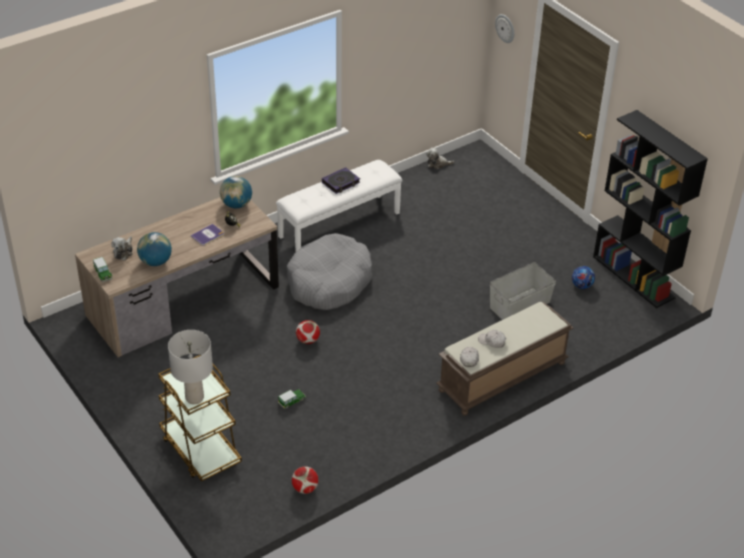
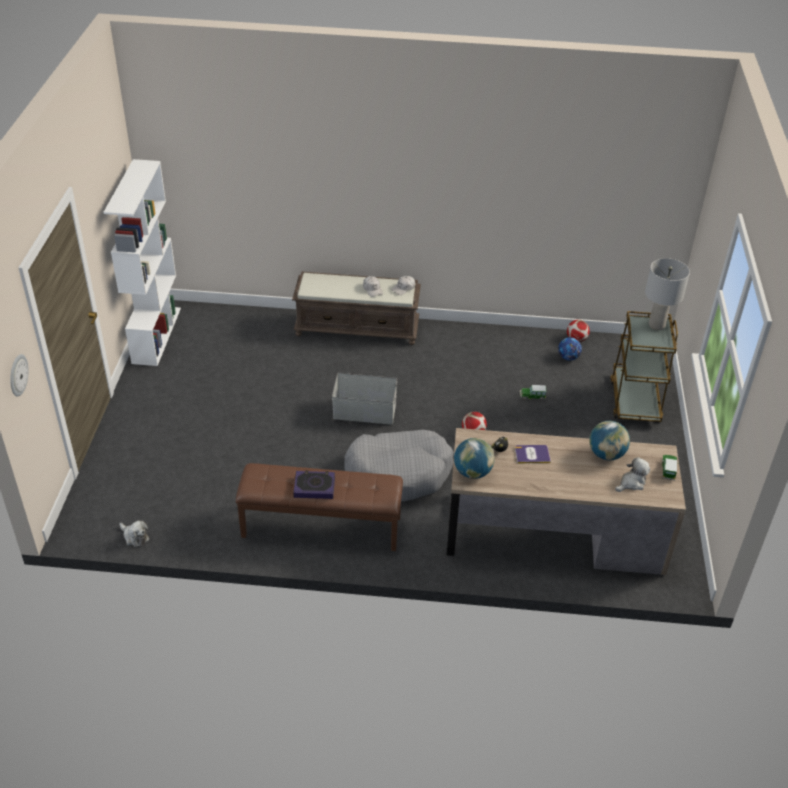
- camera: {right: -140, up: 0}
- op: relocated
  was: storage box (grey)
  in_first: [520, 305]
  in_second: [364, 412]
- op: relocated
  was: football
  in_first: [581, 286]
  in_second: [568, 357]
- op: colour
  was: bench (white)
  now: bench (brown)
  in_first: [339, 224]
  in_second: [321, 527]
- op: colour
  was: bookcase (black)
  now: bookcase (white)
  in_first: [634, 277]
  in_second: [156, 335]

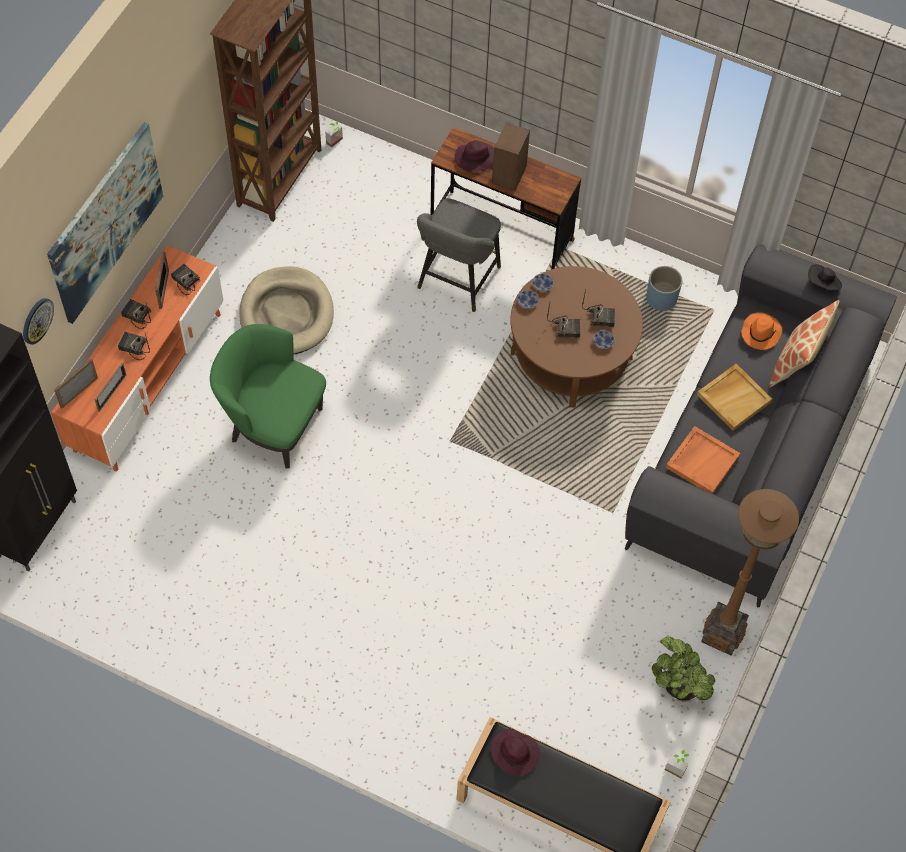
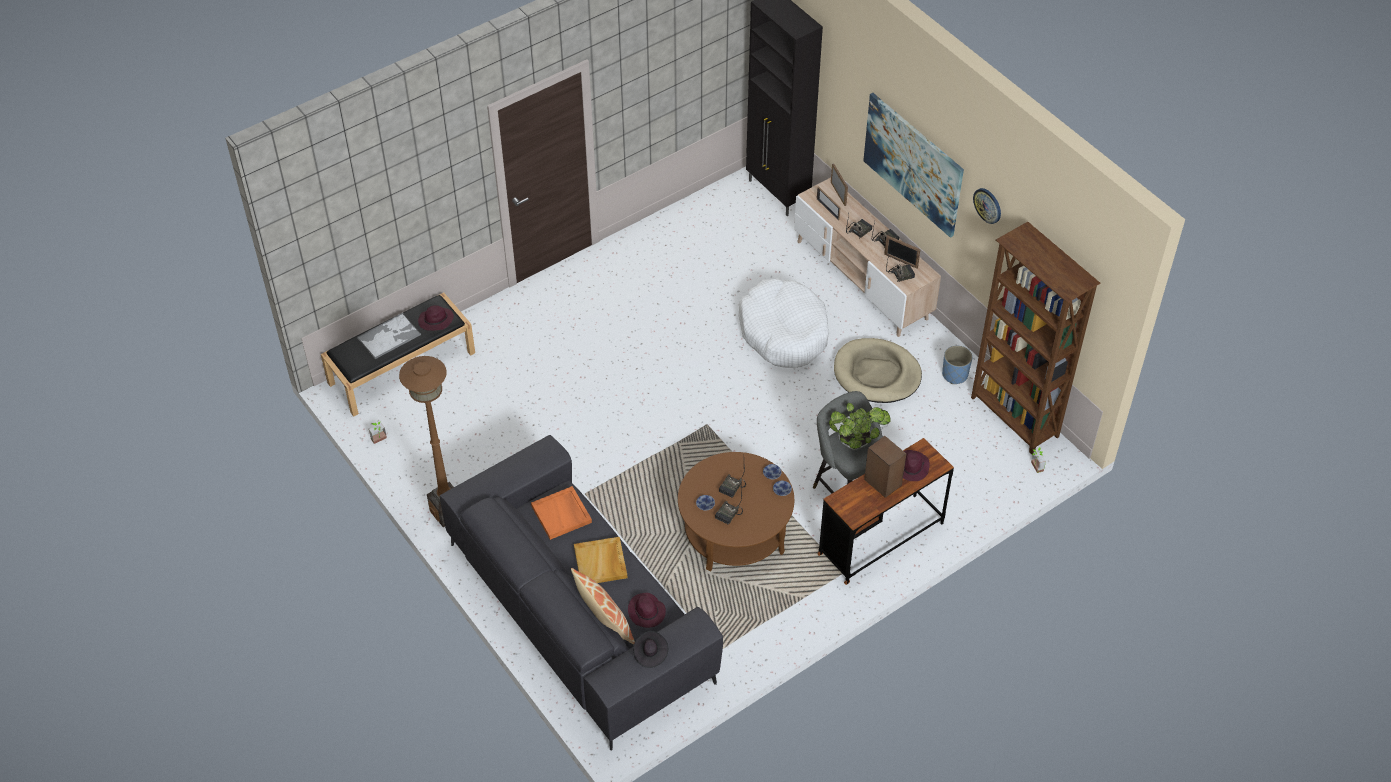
- camera: {right: 120, up: -10}
- op: appeared
  now: tray
  in_second: [389, 336]
- op: relocated
  was: wall clock
  in_first: [37, 320]
  in_second: [987, 205]
- op: relocated
  was: planter (blue)
  in_first: [661, 298]
  in_second: [955, 375]
- op: relocated
  was: potted plant
  in_first: [679, 685]
  in_second: [856, 442]
- op: exchanged
  was: armchair (green)
  now: dog bed (white)
  in_first: [272, 425]
  in_second: [783, 332]
- op: colour
  was: tv stand (orange)
  now: tv stand (beige)
  in_first: [148, 381]
  in_second: [862, 279]
- op: colour
  was: hat (orange)
  now: hat (purple)
  in_first: [760, 332]
  in_second: [647, 612]

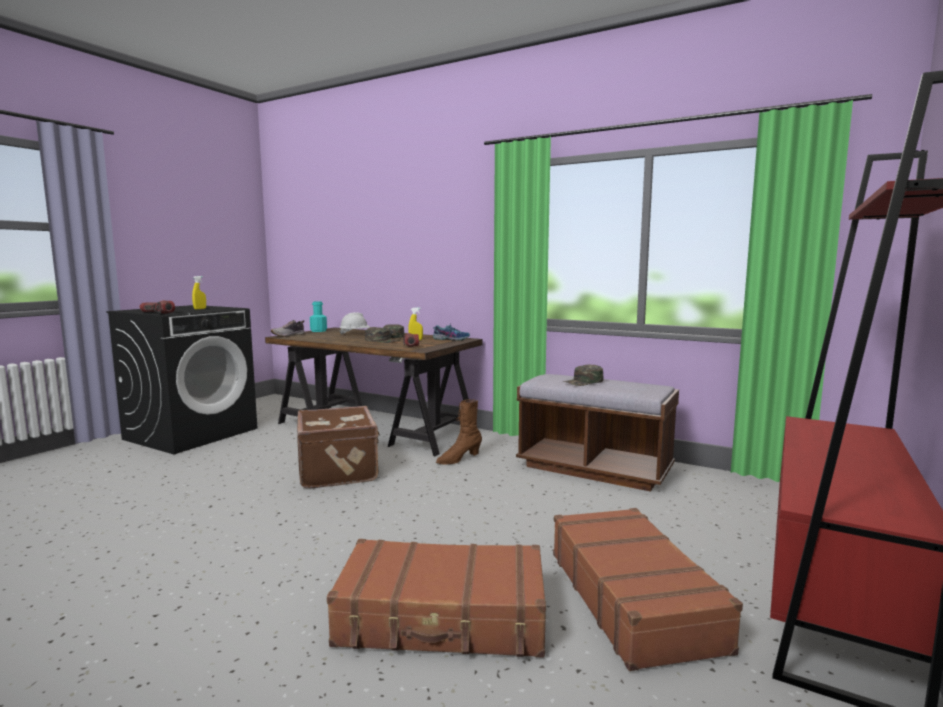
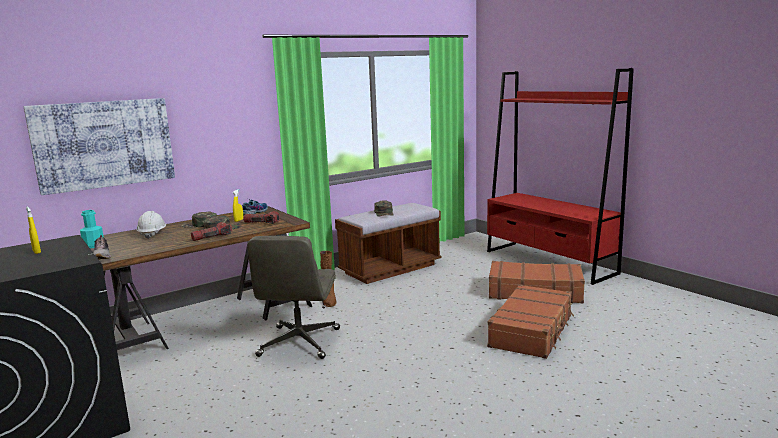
- camera: {right: -65, up: 5}
- op: appeared
  now: picture
  in_second: [104, 144]
- op: relocated
  was: flashlight
  in_first: [156, 313]
  in_second: [212, 237]
- op: exchanged
  was: suitcase (brown)
  now: office chair (grey)
  in_first: [339, 470]
  in_second: [299, 343]

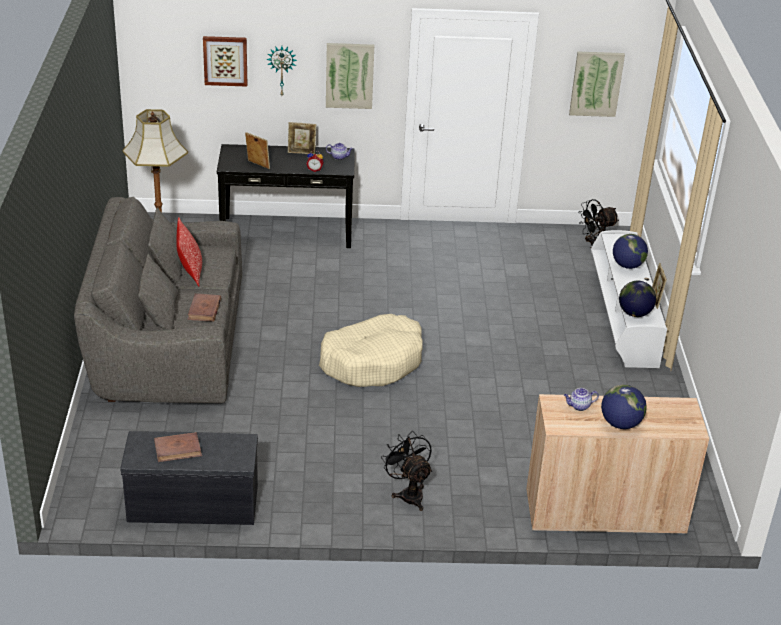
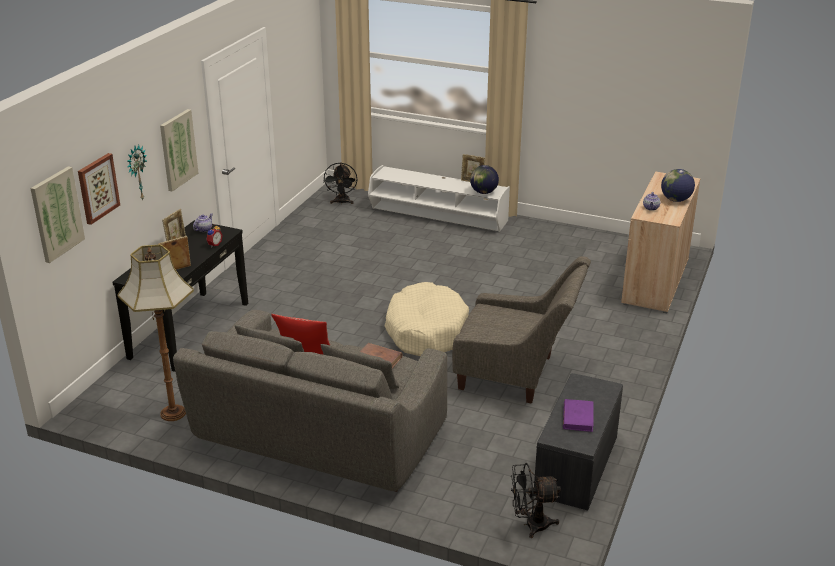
- camera: {right: -65, up: -5}
- op: missing
  was: globe
  in_first: [627, 265]
- op: appeared
  now: armchair (grey)
  in_second: [517, 375]
- op: relocated
  was: fan (black)
  in_first: [408, 493]
  in_second: [530, 524]
- op: relocated
  was: picture
  in_first: [596, 83]
  in_second: [56, 214]
- op: colour
  was: book (brown)
  now: book (purple)
  in_first: [178, 449]
  in_second: [578, 417]

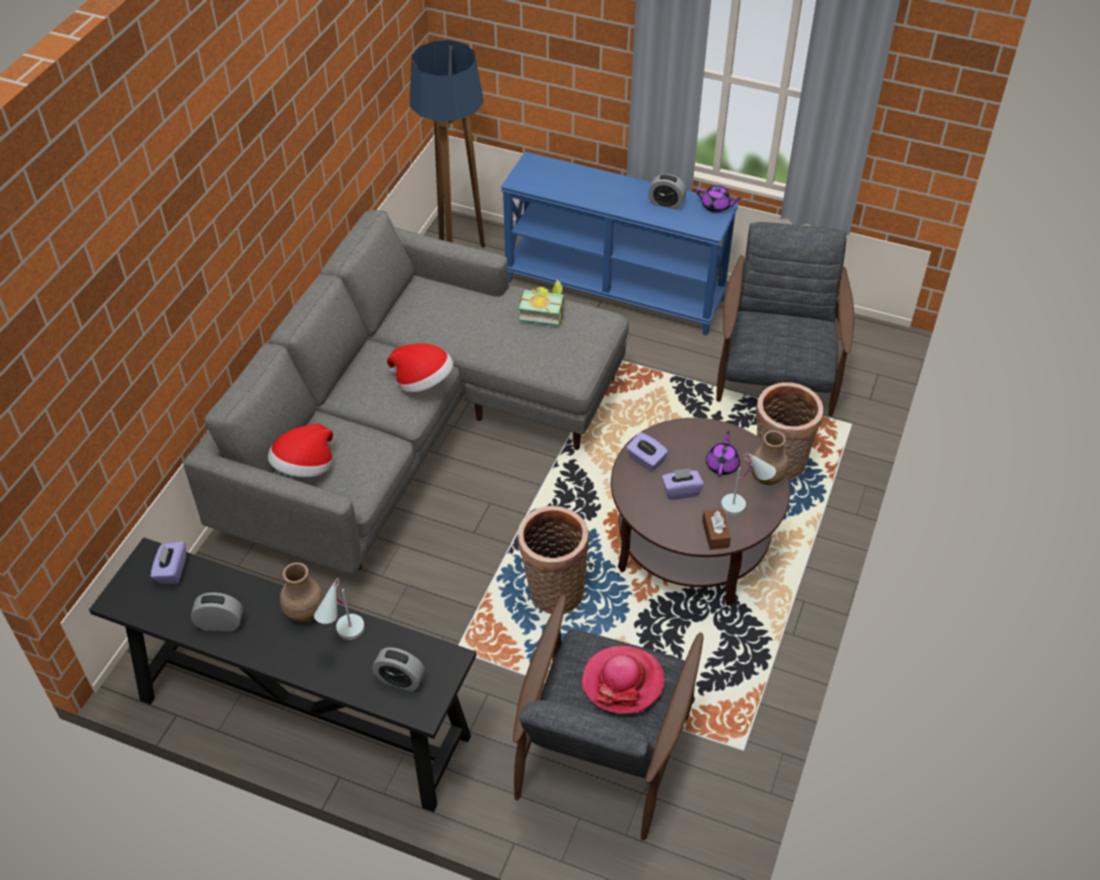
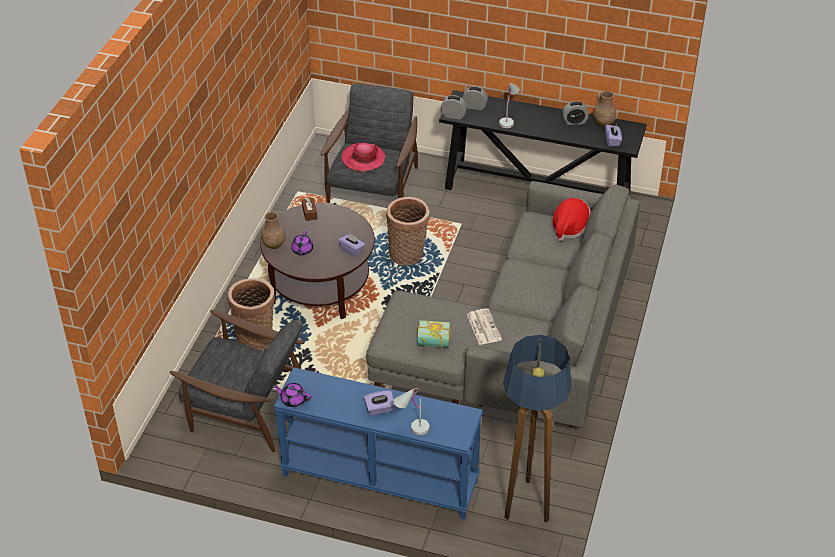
- camera: {right: 175, up: -5}
- op: missing
  was: hat
  in_first: [423, 382]
- op: appeared
  now: newspaper
  in_second: [483, 327]
- op: relocated
  was: vase (brown)
  in_first: [304, 611]
  in_second: [604, 123]
- op: relocated
  was: alarm clock
  in_first: [666, 203]
  in_second: [453, 115]
- op: relocated
  was: tissue box (purple)
  in_first: [681, 491]
  in_second: [379, 409]
- op: relocated
  was: table lamp (white)
  in_first: [744, 506]
  in_second: [411, 428]
- op: spun
  was: armchair (grey)
  in_first: [777, 373]
  in_second: [246, 409]
  clockwise: -75

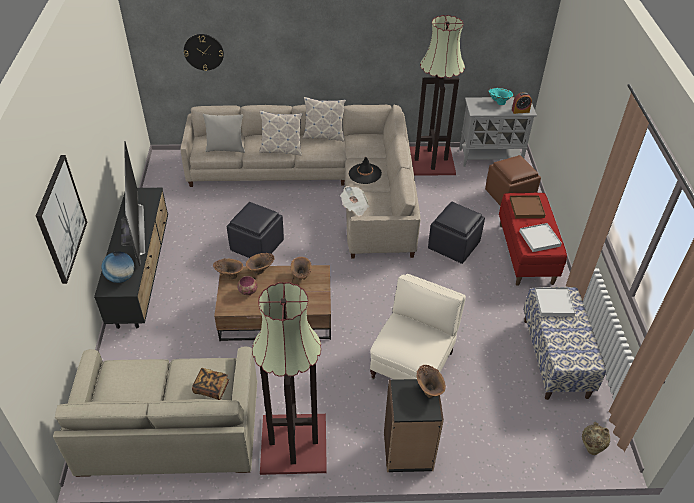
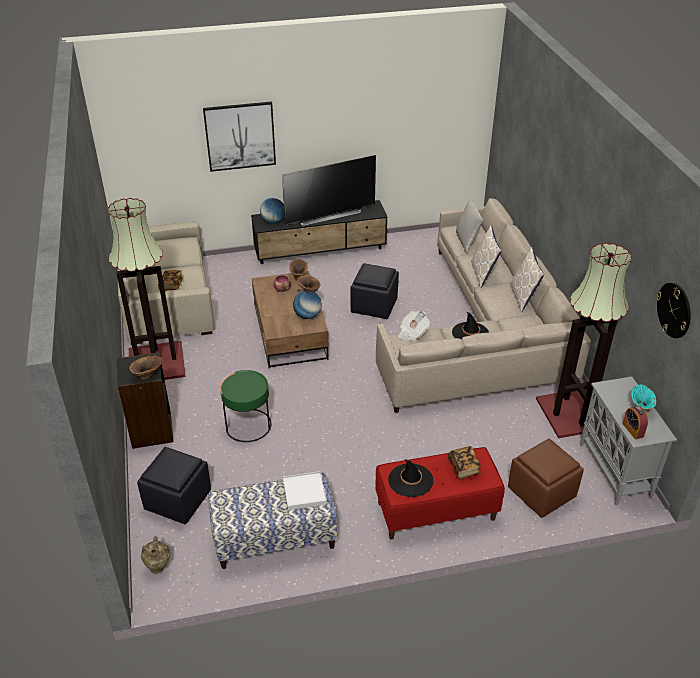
- camera: {right: 80, up: -5}
- op: relocated
  was: wall clock
  in_first: [203, 52]
  in_second: [674, 310]
- op: relocated
  was: ottoman (black)
  in_first: [454, 246]
  in_second: [177, 500]
- op: exchanged
  was: vase (brown)
  now: globe
  in_first: [301, 277]
  in_second: [307, 316]
- op: exchanged
  was: armchair (beige)
  now: side table (green)
  in_first: [413, 364]
  in_second: [248, 425]
- op: exchanged
  was: tray (brown)
  now: book
  in_first: [526, 208]
  in_second: [464, 468]
- op: exchanged
  was: tray (white)
  now: hat (black)
  in_first: [539, 239]
  in_second: [410, 480]

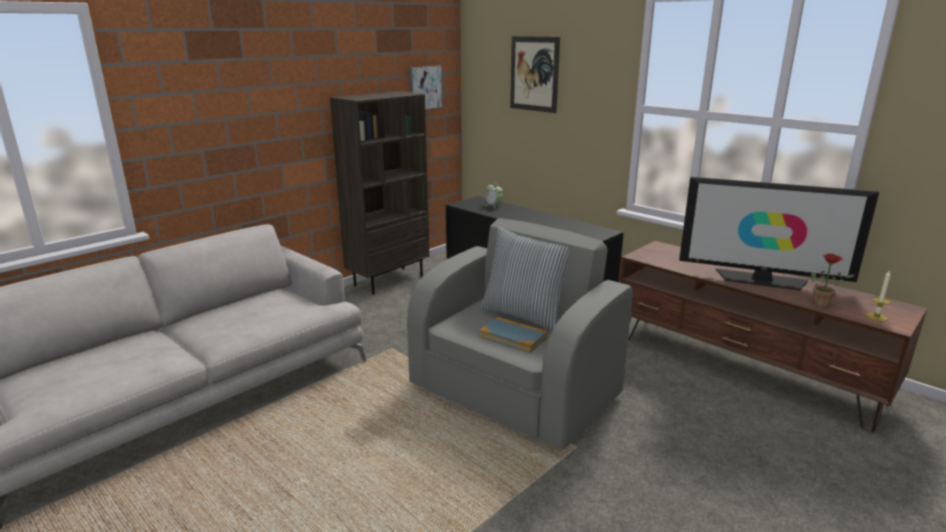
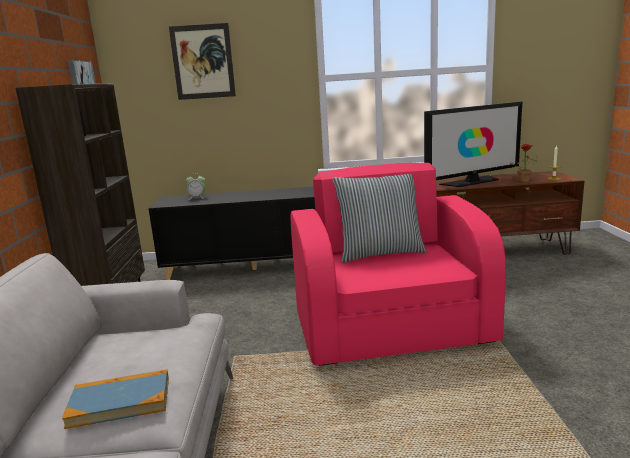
- camera: {right: -45, up: -5}
- op: relocated
  was: book
  in_first: [513, 337]
  in_second: [120, 402]
- op: colour
  was: armchair (grey)
  now: armchair (pink)
  in_first: [516, 391]
  in_second: [392, 329]

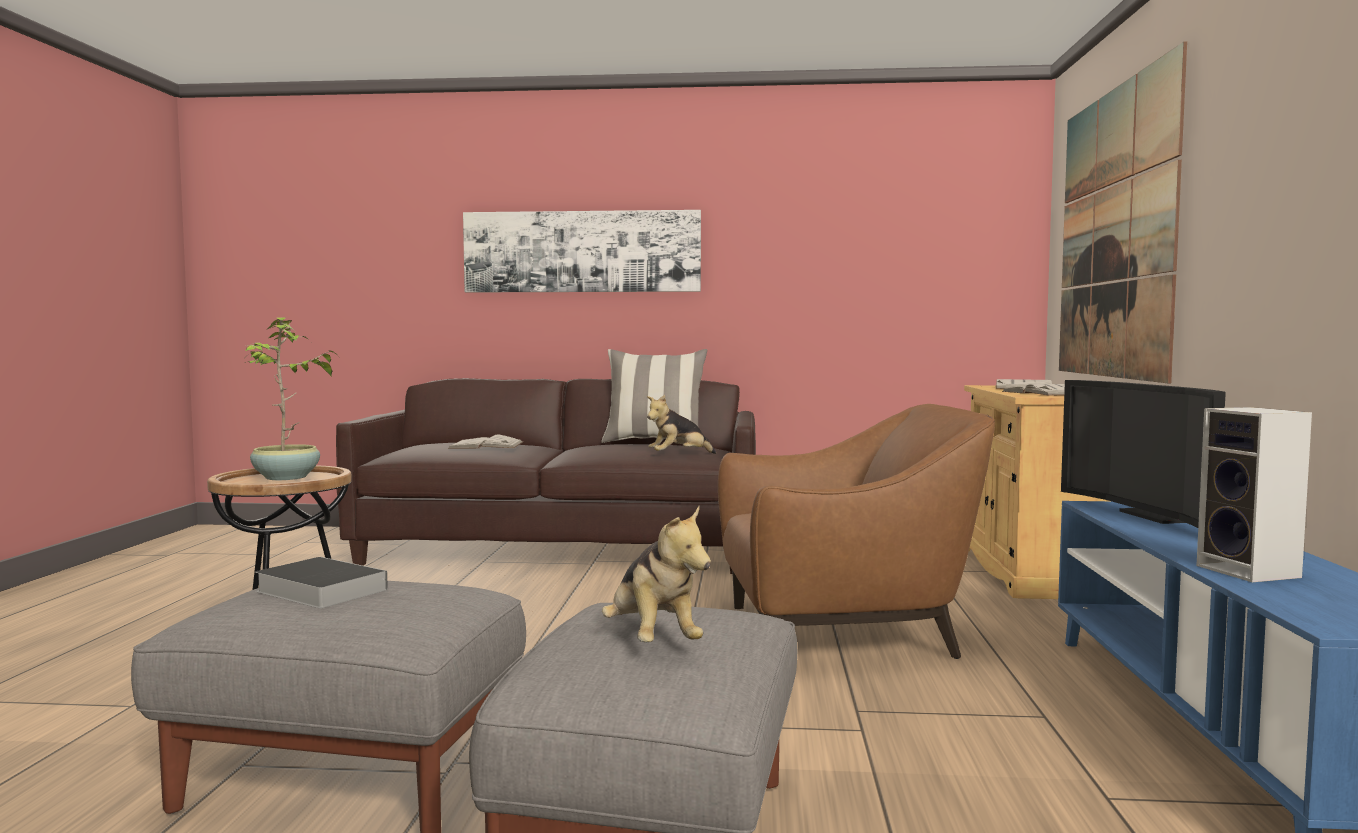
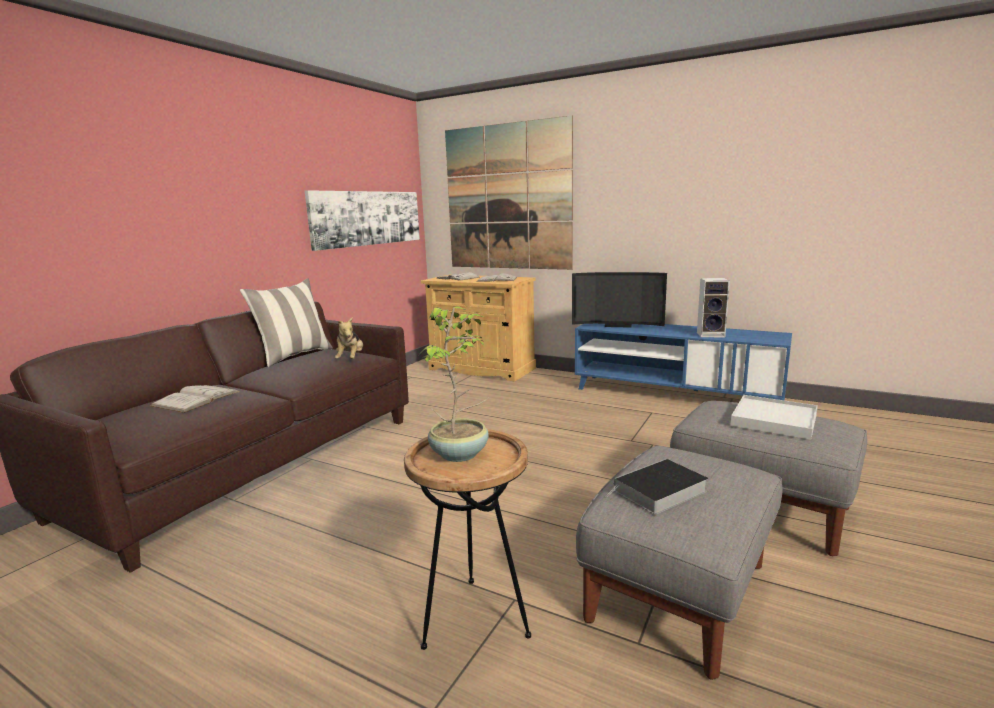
- camera: {right: -65, up: 10}
- op: missing
  was: armchair (brown)
  in_first: [843, 633]
- op: relocated
  was: picture
  in_first: [582, 252]
  in_second: [367, 218]
- op: exchanged
  was: plush toy
  now: tray (white)
  in_first: [652, 641]
  in_second: [773, 420]

